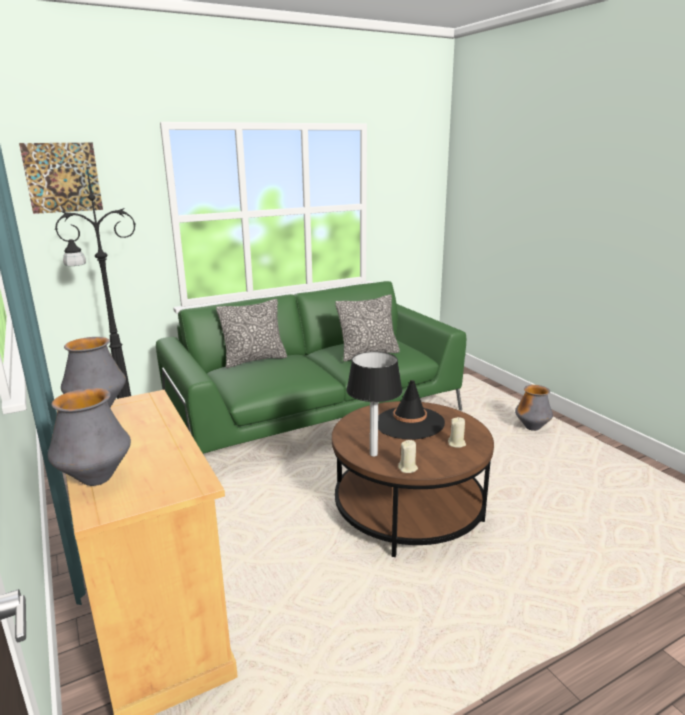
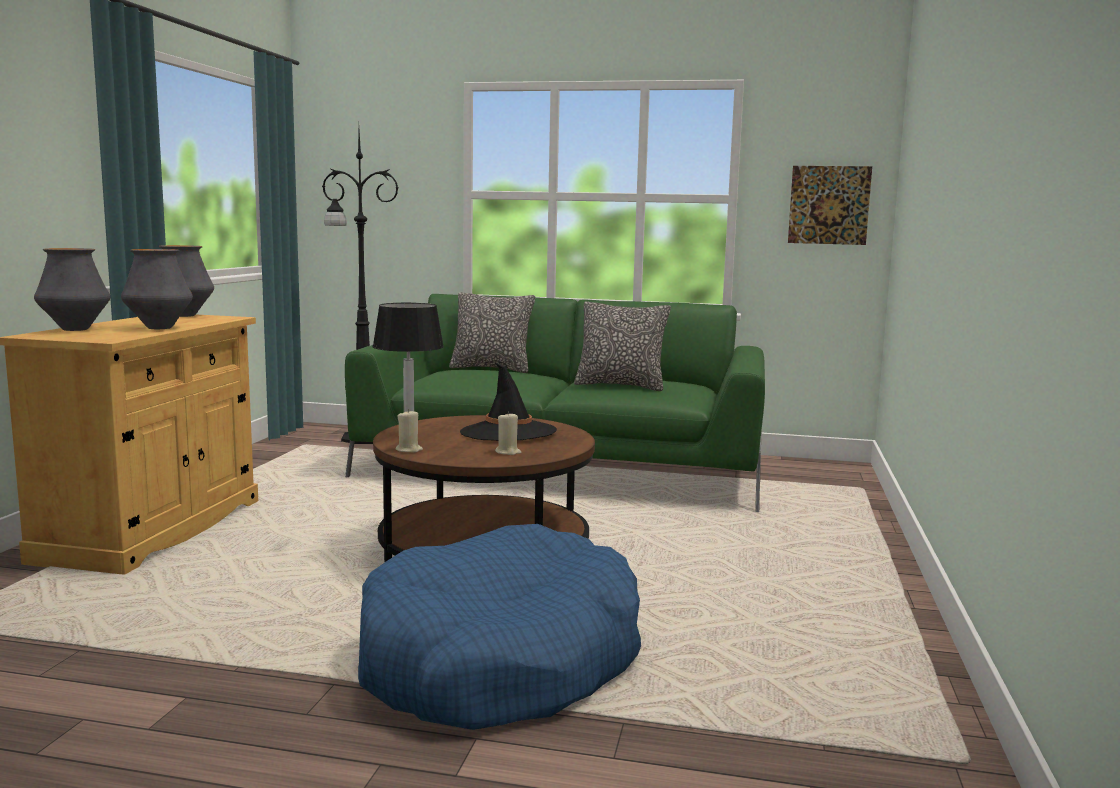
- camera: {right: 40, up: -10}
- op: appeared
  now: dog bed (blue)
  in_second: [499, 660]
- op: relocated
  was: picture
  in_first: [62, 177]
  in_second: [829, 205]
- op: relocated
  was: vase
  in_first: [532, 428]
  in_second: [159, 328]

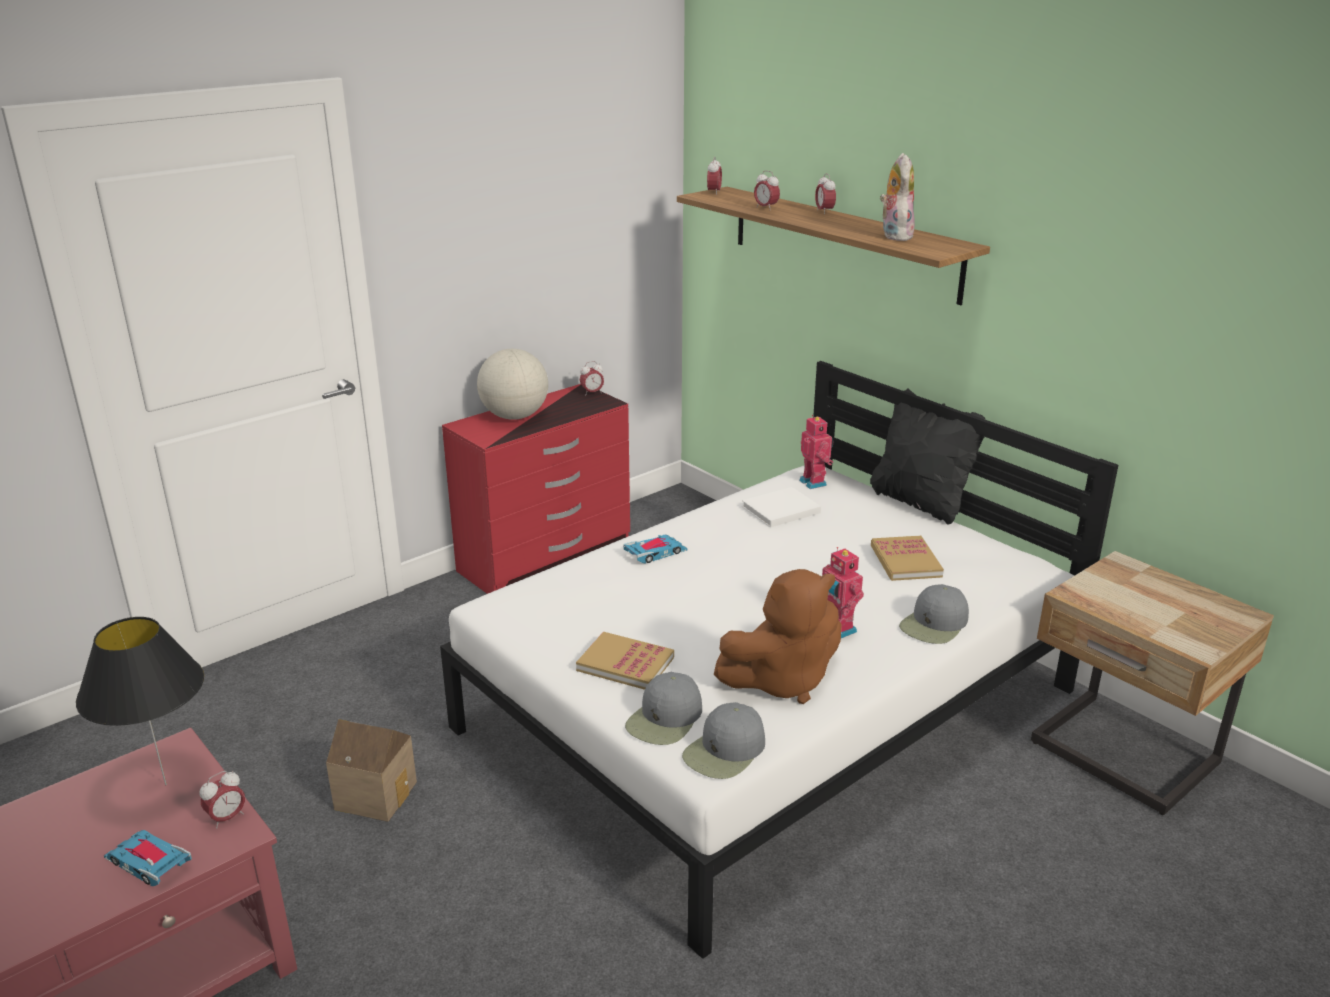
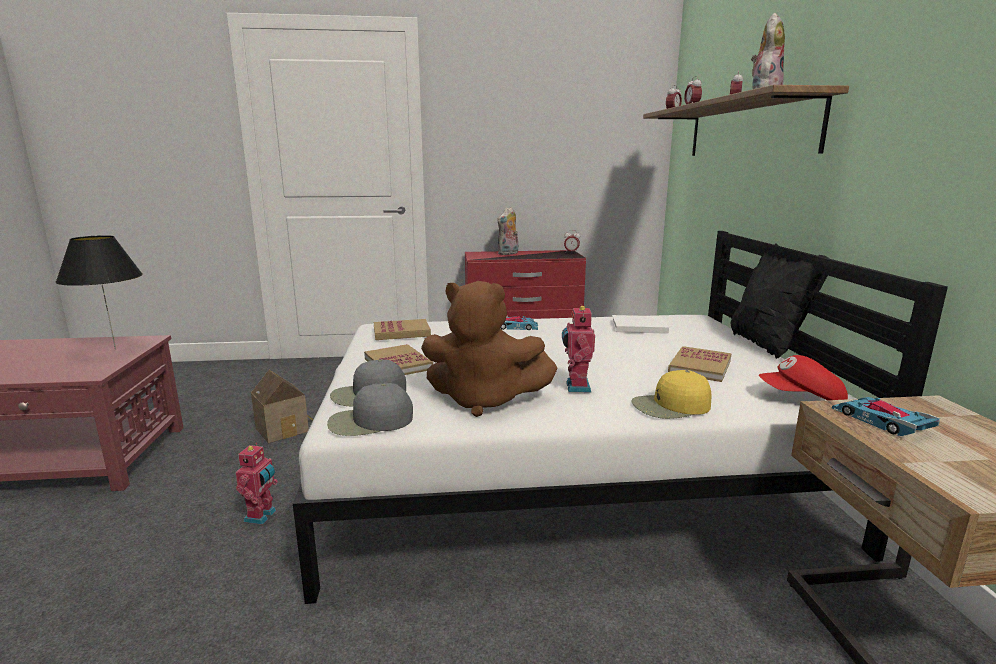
- camera: {right: 35, up: -10}
- op: missing
  was: alarm clock
  in_first: [227, 818]
- op: appeared
  now: book
  in_second: [401, 332]
- op: appeared
  now: cap (red)
  in_second: [802, 399]
- op: relocated
  was: toy car
  in_first: [148, 862]
  in_second: [880, 421]
- op: relocated
  was: toy robot
  in_first: [814, 482]
  in_second: [262, 516]
- op: exchanged
  was: globe
  now: plush toy
  in_first: [514, 416]
  in_second: [508, 253]
- op: colour
  was: cap (grey)
  now: cap (yellow)
  in_first: [934, 624]
  in_second: [671, 406]

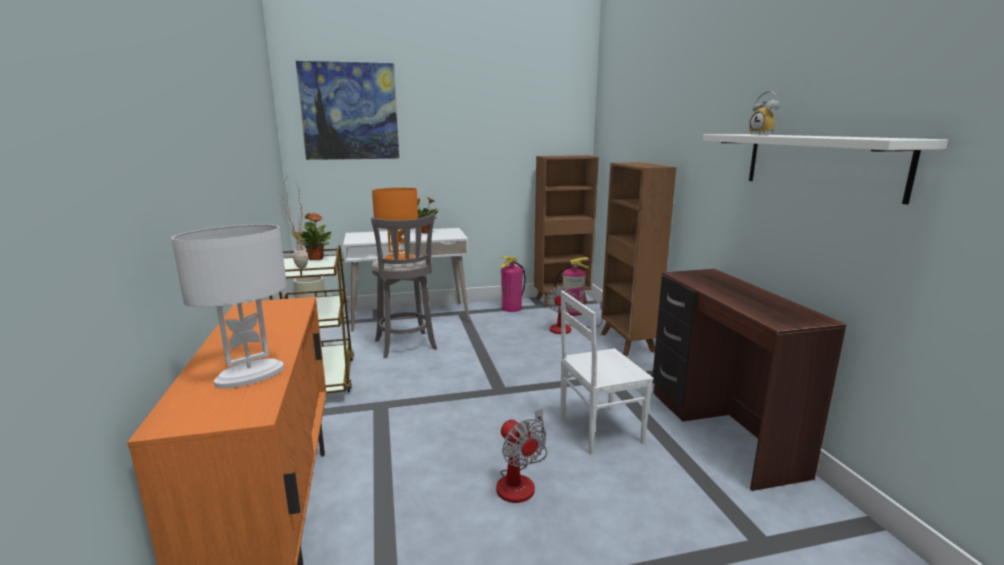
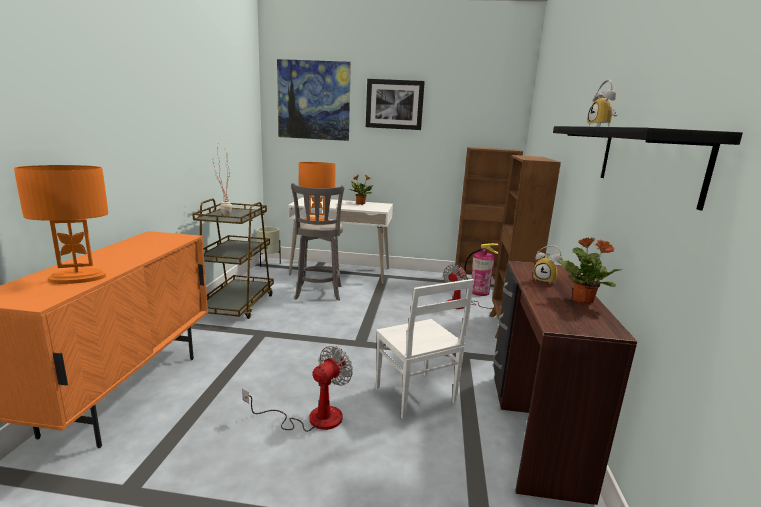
- camera: {right: 20, up: 0}
- op: missing
  was: fire extinguisher
  in_first: [511, 308]
- op: appeared
  now: picture
  in_second: [394, 104]
- op: appeared
  now: alarm clock
  in_second: [546, 281]
- op: relocated
  was: potted plant
  in_first: [316, 259]
  in_second: [582, 300]
- op: colour
  was: table lamp (white)
  now: table lamp (orange)
  in_first: [250, 375]
  in_second: [78, 278]
- op: colour
  was: shelf (white)
  now: shelf (black)
  in_first: [820, 163]
  in_second: [647, 160]
- op: spun
  was: fan
  in_first: [520, 480]
  in_second: [312, 418]
  clockwise: -135
- op: spun
  was: chair (white)
  in_first: [598, 429]
  in_second: [415, 396]
  clockwise: -120

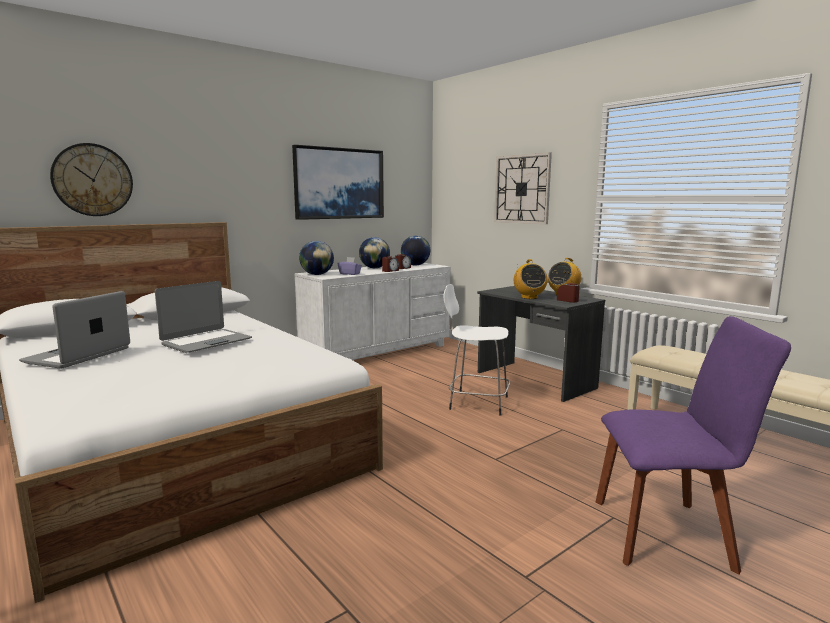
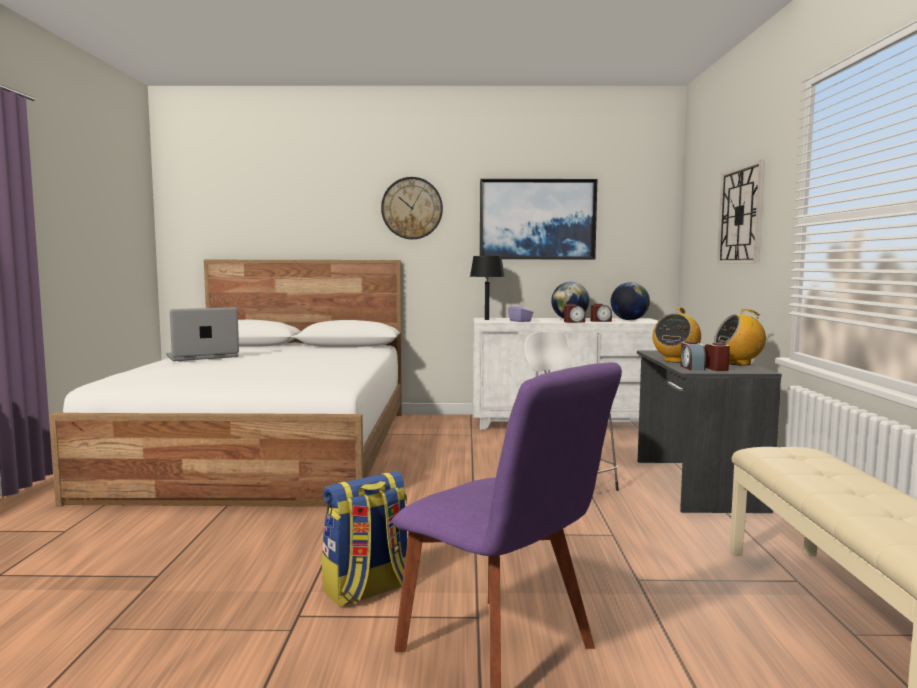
- camera: {right: 40, up: -5}
- op: missing
  was: laptop
  in_first: [206, 342]
- op: appeared
  now: backpack
  in_second: [366, 590]
- op: appeared
  now: alarm clock
  in_second: [691, 368]
- op: relocated
  was: wall clock
  in_first: [92, 180]
  in_second: [412, 208]
- op: exchanged
  was: globe
  now: table lamp (black)
  in_first: [317, 274]
  in_second: [487, 319]

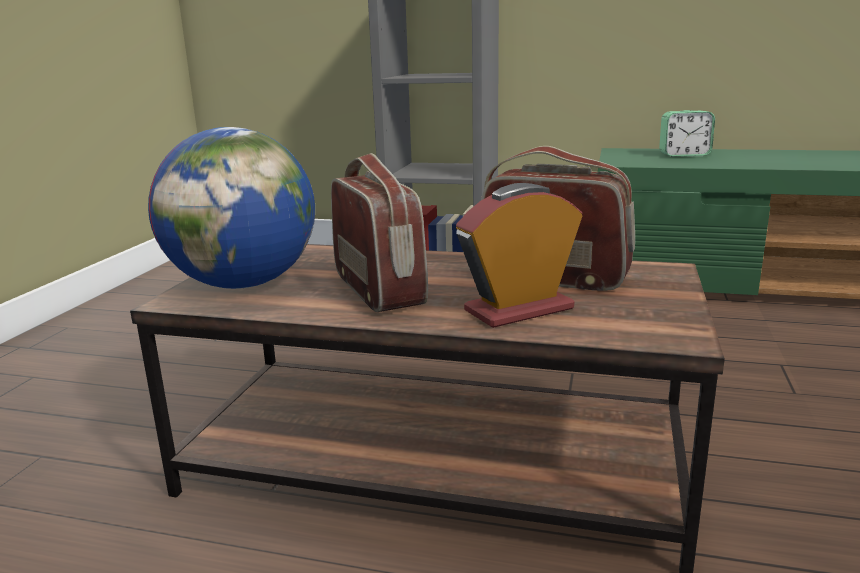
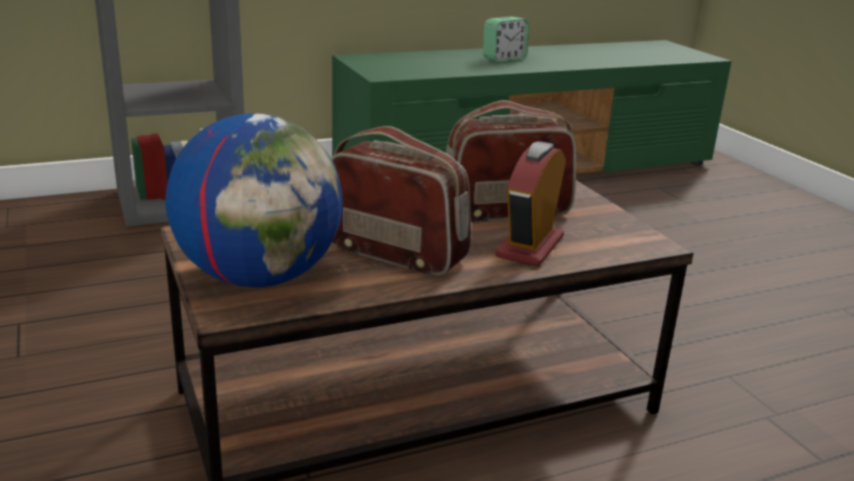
- camera: {right: -40, up: 5}
- op: relocated
  was: alarm clock
  in_first: [684, 155]
  in_second: [504, 59]

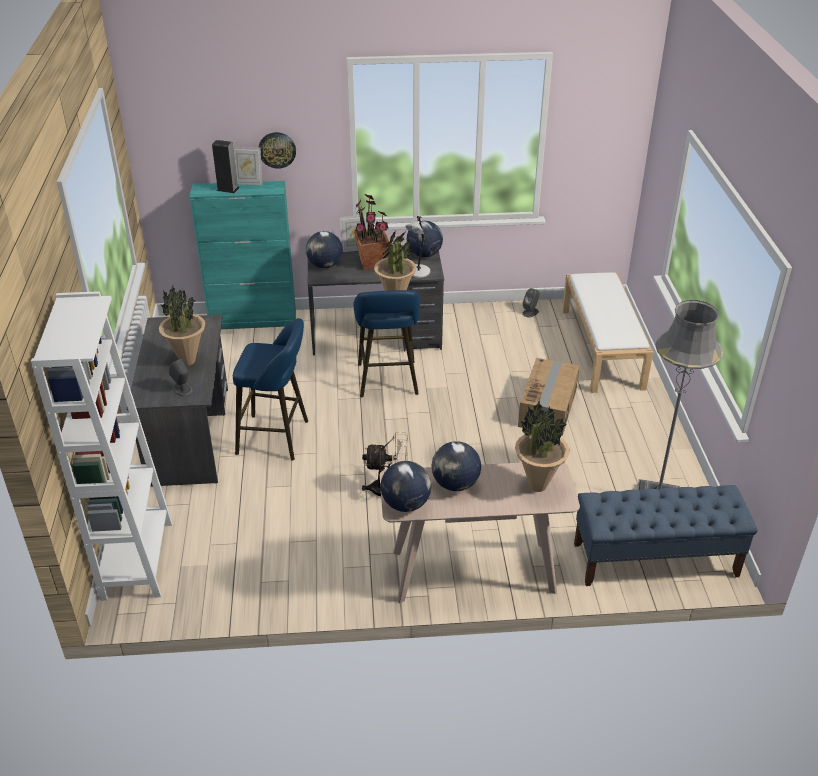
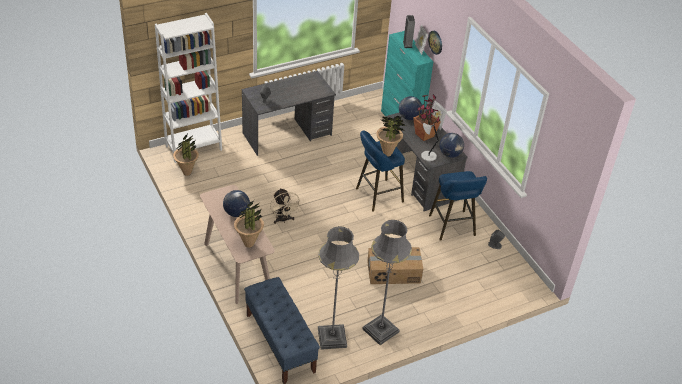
- camera: {right: 65, up: 5}
- op: missing
  was: globe
  in_first: [406, 504]
- op: missing
  was: bench (white)
  in_first: [602, 348]
- op: appeared
  now: floor lamp (grey)
  in_second: [380, 330]
- op: relocated
  was: potted plant
  in_first: [187, 361]
  in_second: [187, 172]
- op: relocated
  was: stool (blue)
  in_first: [277, 437]
  in_second: [453, 227]

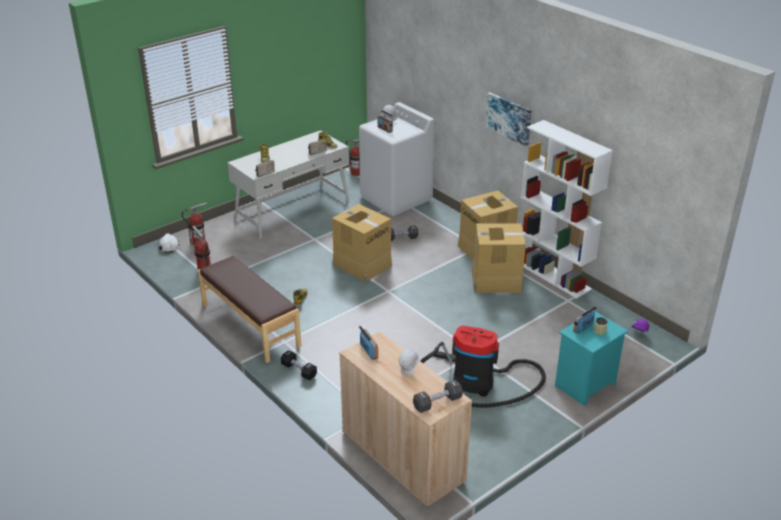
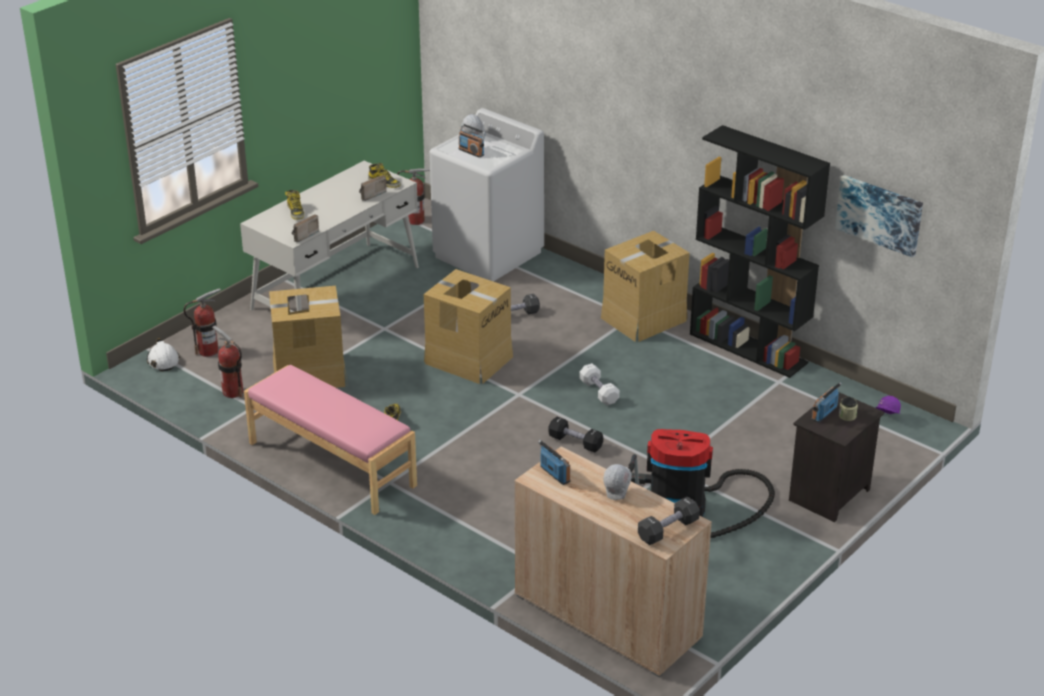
- camera: {right: -10, up: 0}
- op: appeared
  now: dumbbell (white)
  in_second: [599, 392]
- op: relocated
  was: dumbbell (black)
  in_first: [299, 370]
  in_second: [575, 442]
- op: relocated
  was: cardboard box
  in_first: [496, 280]
  in_second: [309, 373]
- op: relocated
  was: picture
  in_first: [509, 118]
  in_second: [879, 214]
- op: colour
  was: bench (brown)
  now: bench (pink)
  in_first: [249, 325]
  in_second: [331, 464]
- op: colour
  was: bookcase (white)
  now: bookcase (black)
  in_first: [553, 275]
  in_second: [749, 348]
- op: colour
  was: nightstand (turquoise)
  now: nightstand (black)
  in_first: [585, 386]
  in_second: [830, 496]

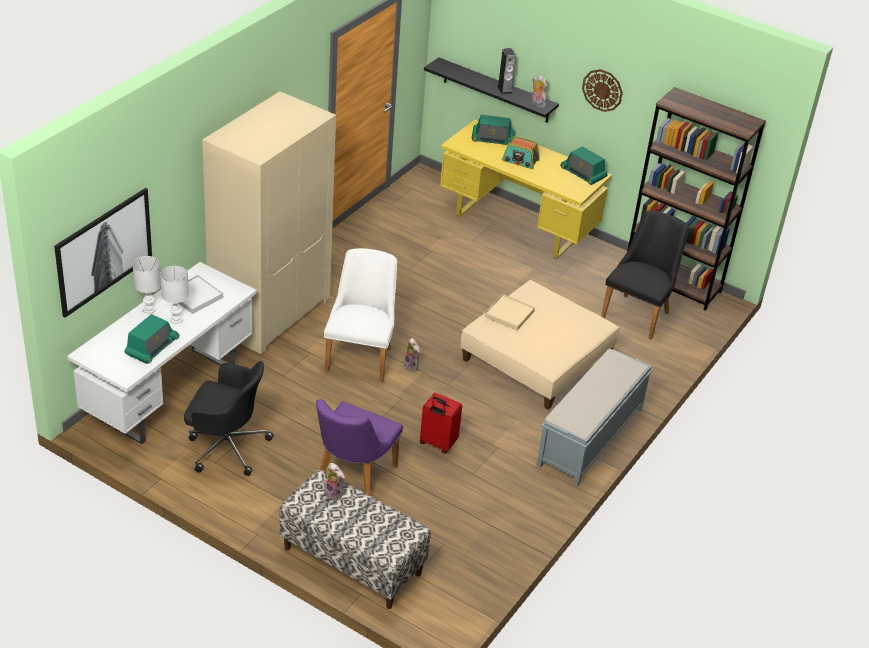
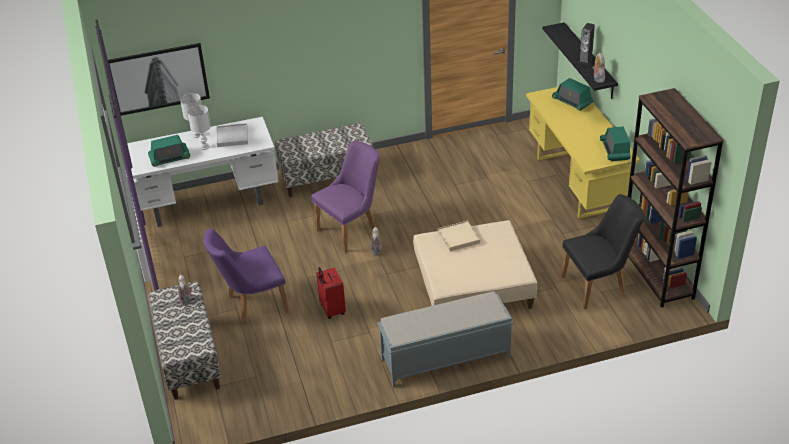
- camera: {right: 45, up: 0}
- op: missing
  was: office chair (black)
  in_first: [226, 446]
- op: missing
  was: radio
  in_first: [520, 161]
- op: missing
  was: wall clock
  in_first: [602, 90]
- op: exchanged
  was: wardrobe (beige)
  now: bench
  in_first: [270, 312]
  in_second: [327, 177]
- op: colour
  was: chair (white)
  now: chair (purple)
  in_first: [361, 355]
  in_second: [352, 229]

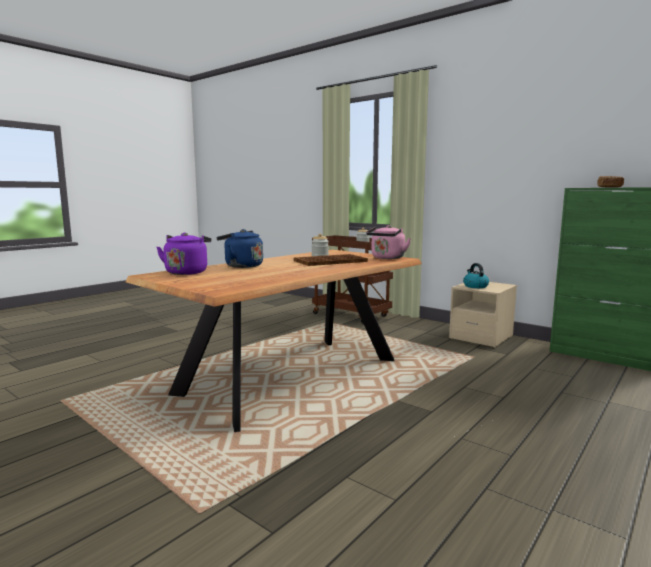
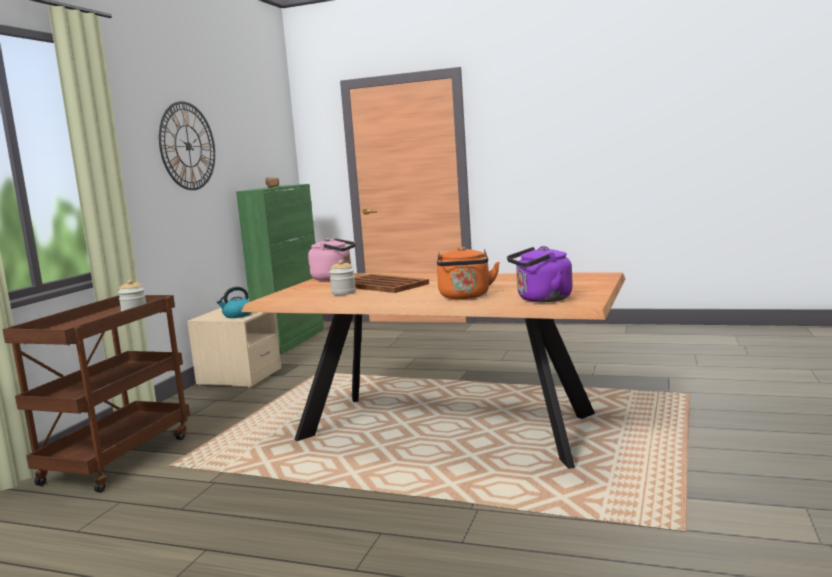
- camera: {right: -110, up: 0}
- op: appeared
  now: wall clock
  in_second: [188, 146]
- op: colour
  was: kettle (blue)
  now: kettle (orange)
  in_first: [241, 266]
  in_second: [465, 297]

